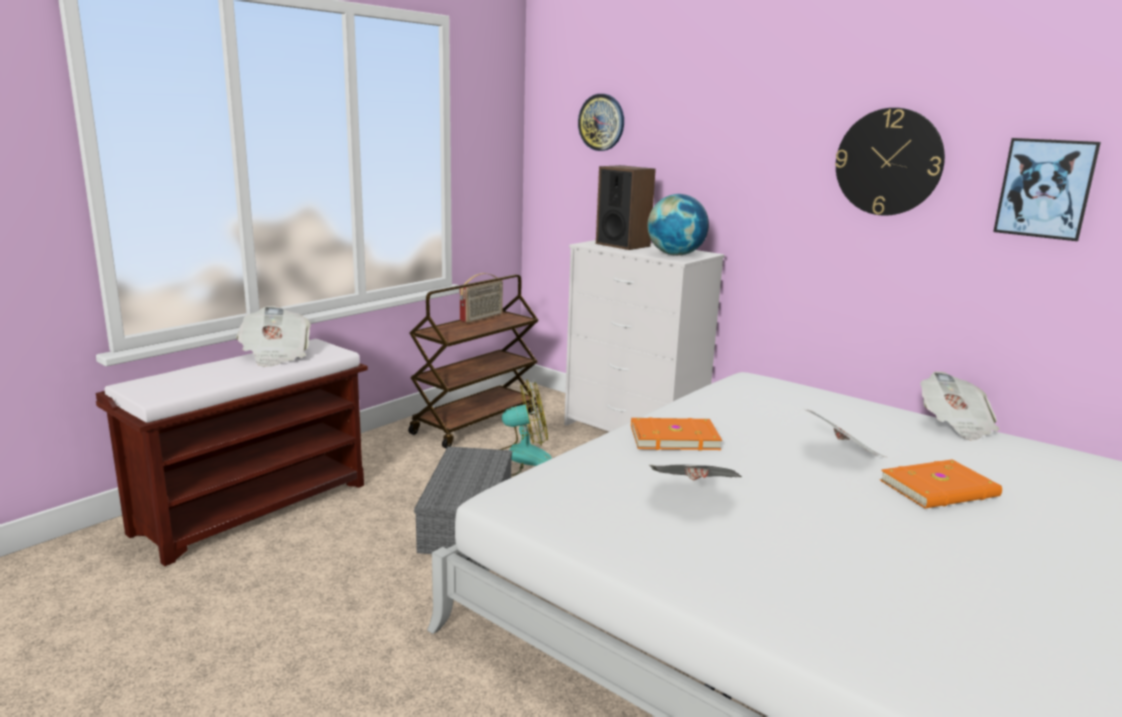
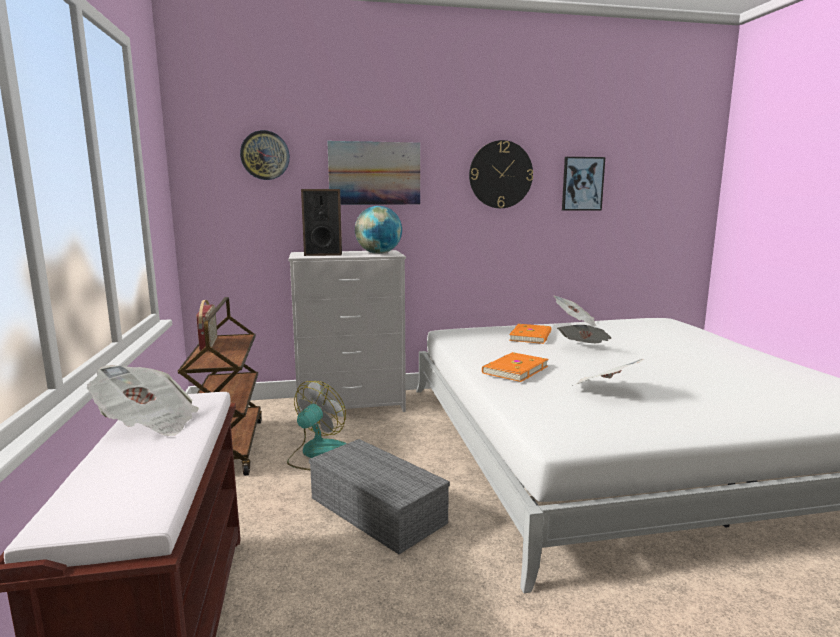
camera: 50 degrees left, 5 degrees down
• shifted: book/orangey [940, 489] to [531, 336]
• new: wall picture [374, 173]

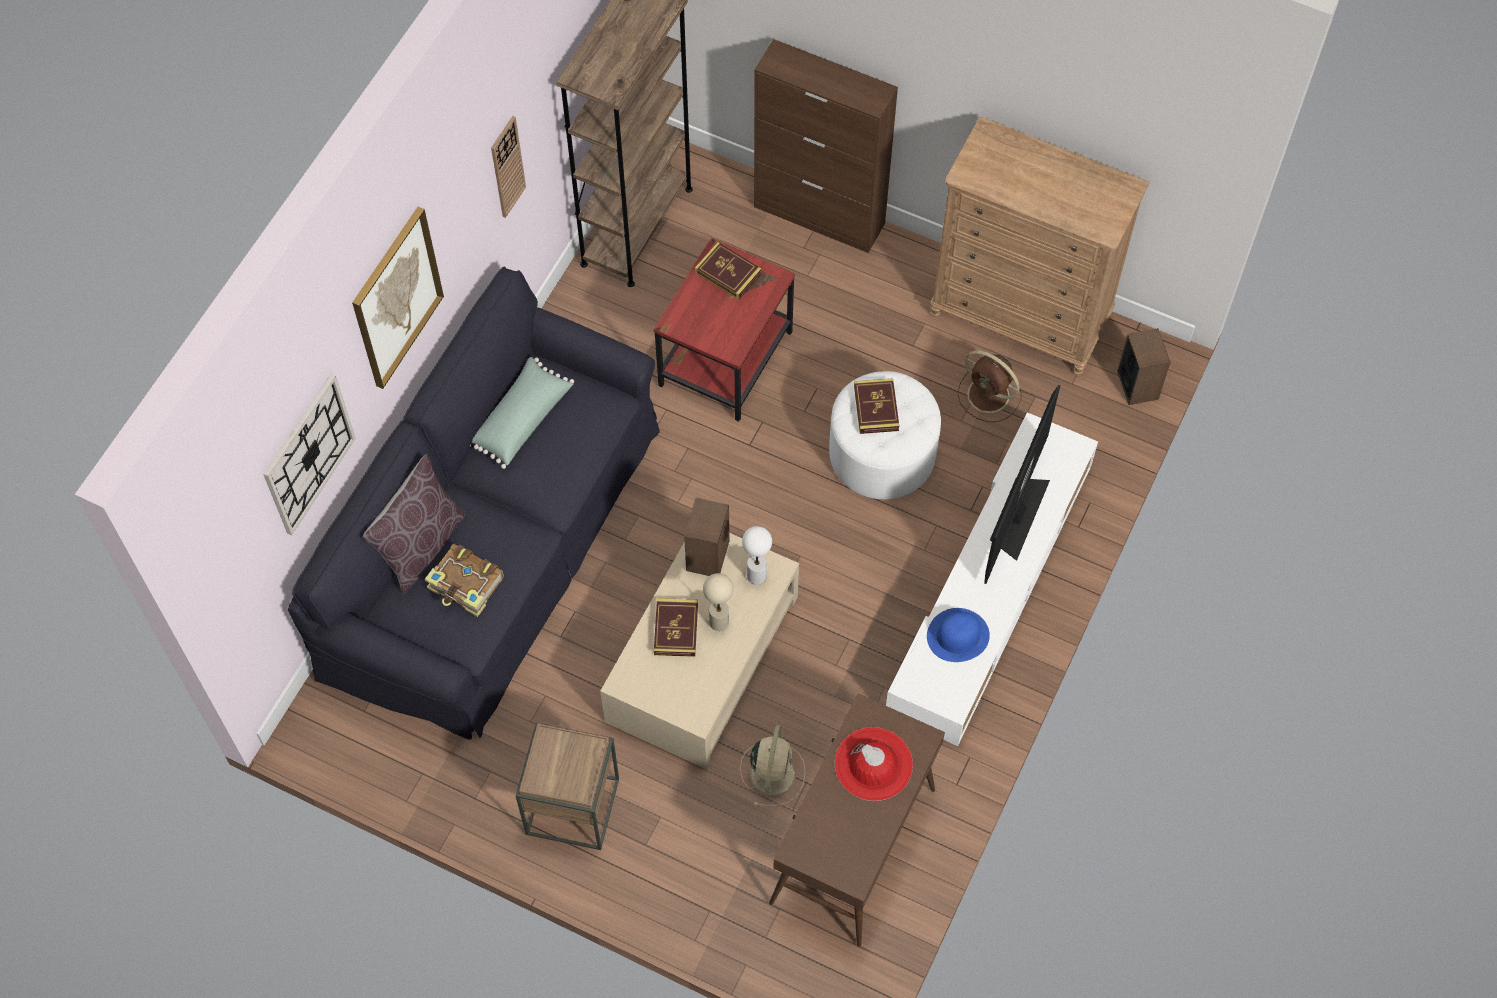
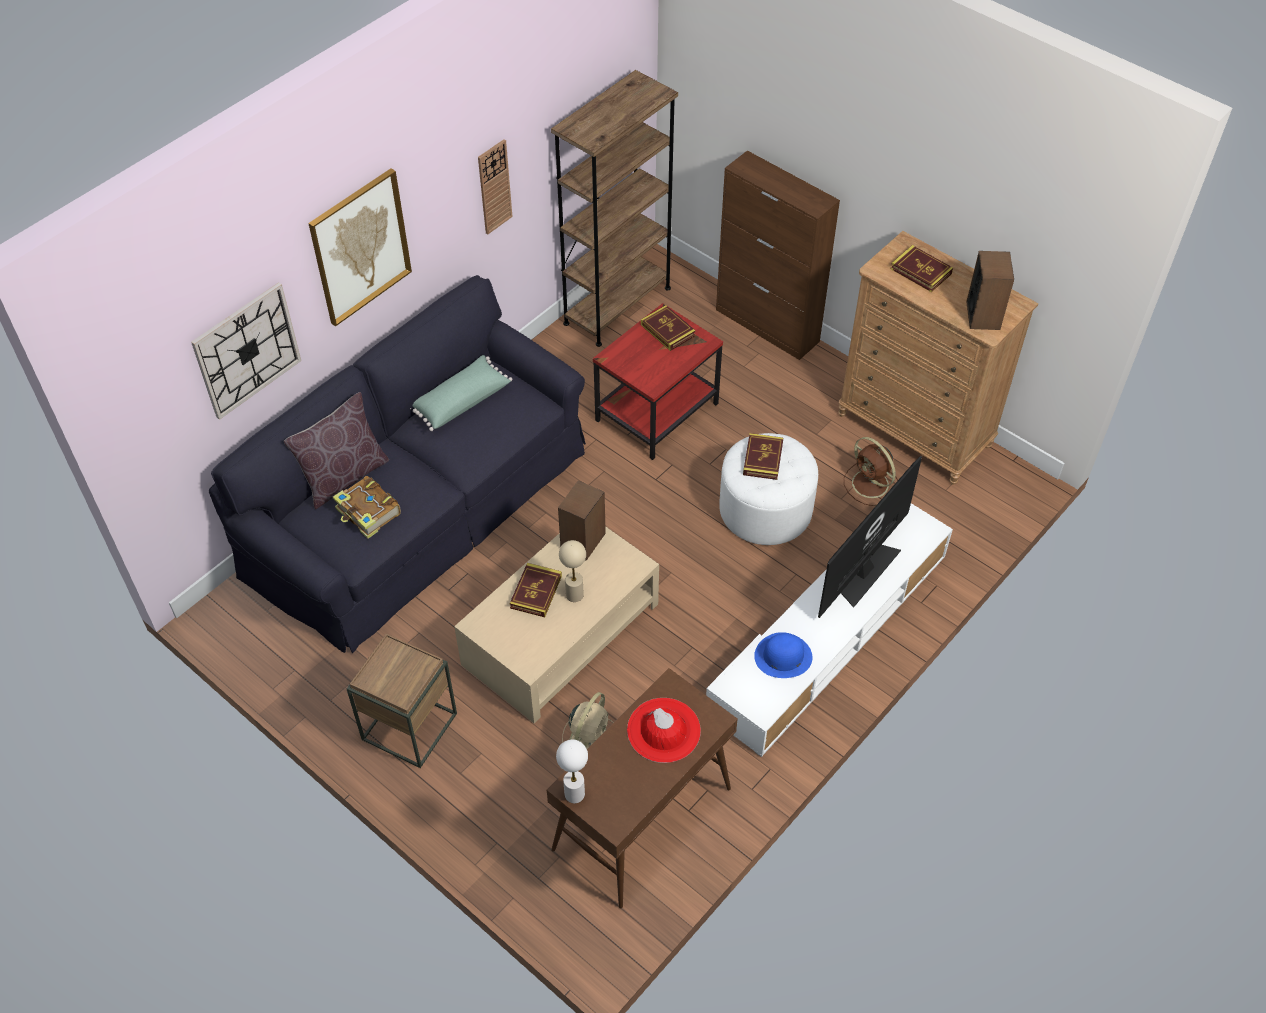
camera: 15 degrees right, 10 degrees down
• shifted: loudspeaker [1138, 385] to [983, 315]
• shifted: tabletop lamp/white [756, 575] to [574, 794]
• new: book [921, 271]

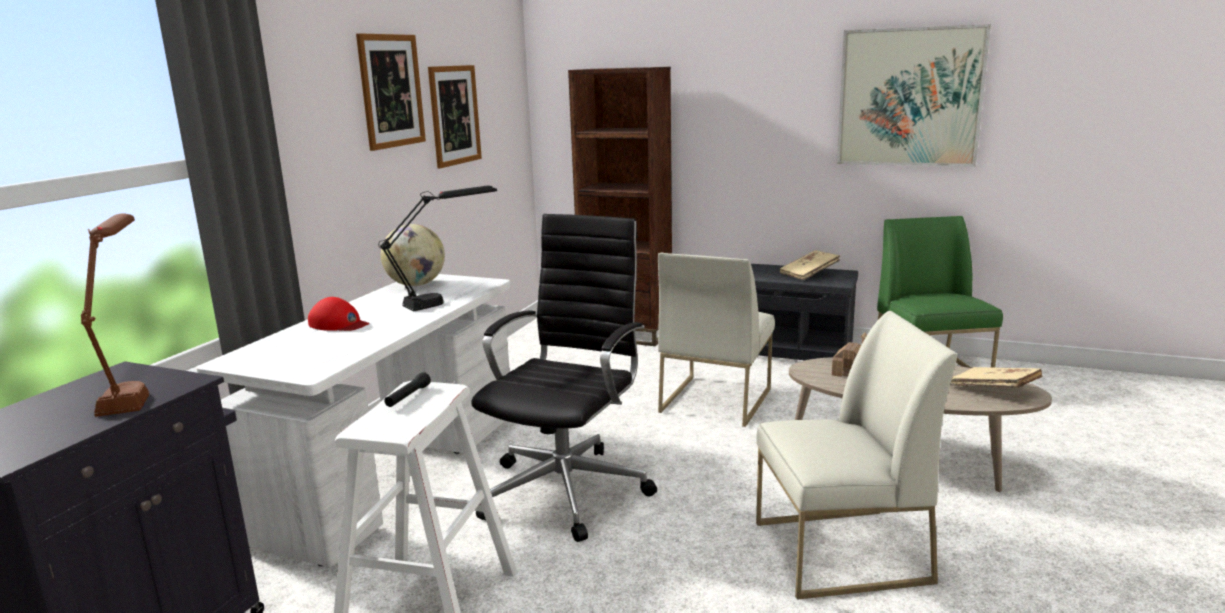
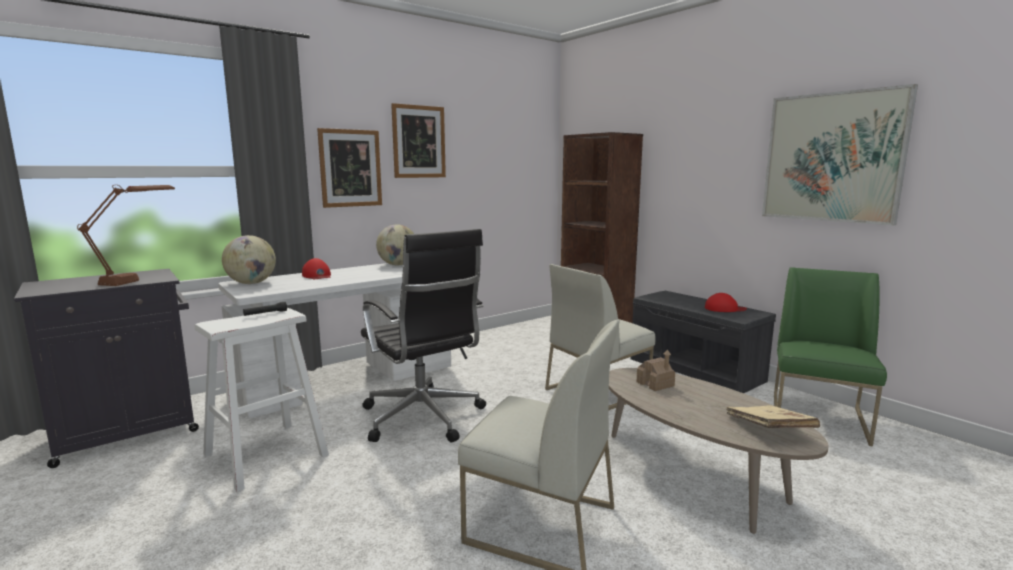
camera: 30 degrees right, 5 degrees down
• shifted: wall picture [454, 115] to [350, 168]
• gone: tabletop lamp/blackish [447, 299]
• rotated: computer chair/blackish [568, 488] = [423, 418] 90 degrees clockwise
• swapped: book/beige-coloured [809, 274] to baseball cap/red-coloured [724, 309]
• new: world globe [252, 283]

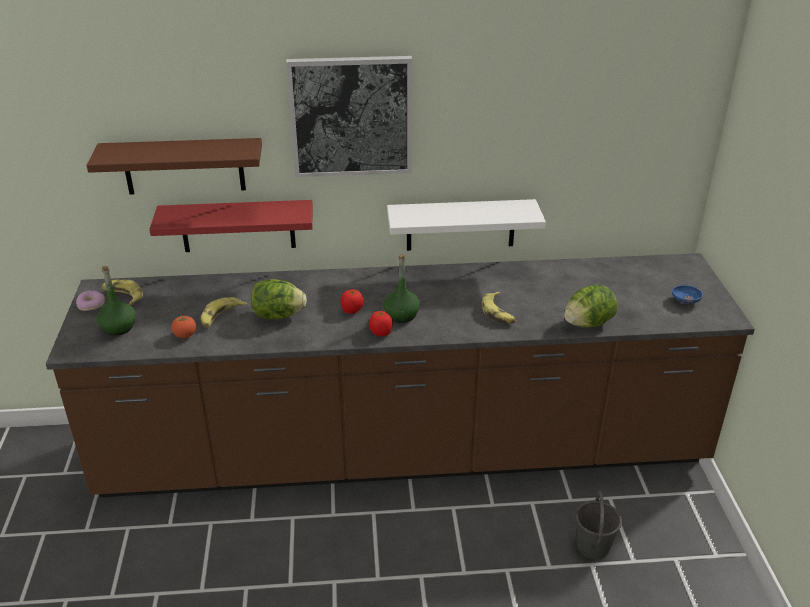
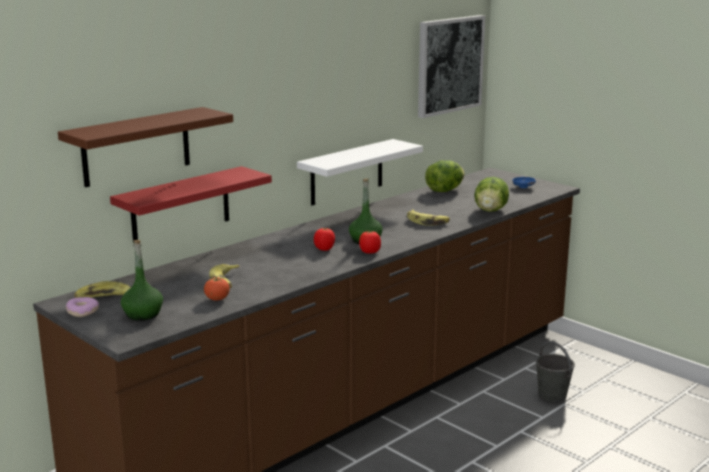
camera: 40 degrees left, 15 degrees down
• shifted: wall picture [351, 116] to [449, 65]
• shifted: lettuce head [278, 315] to [444, 190]

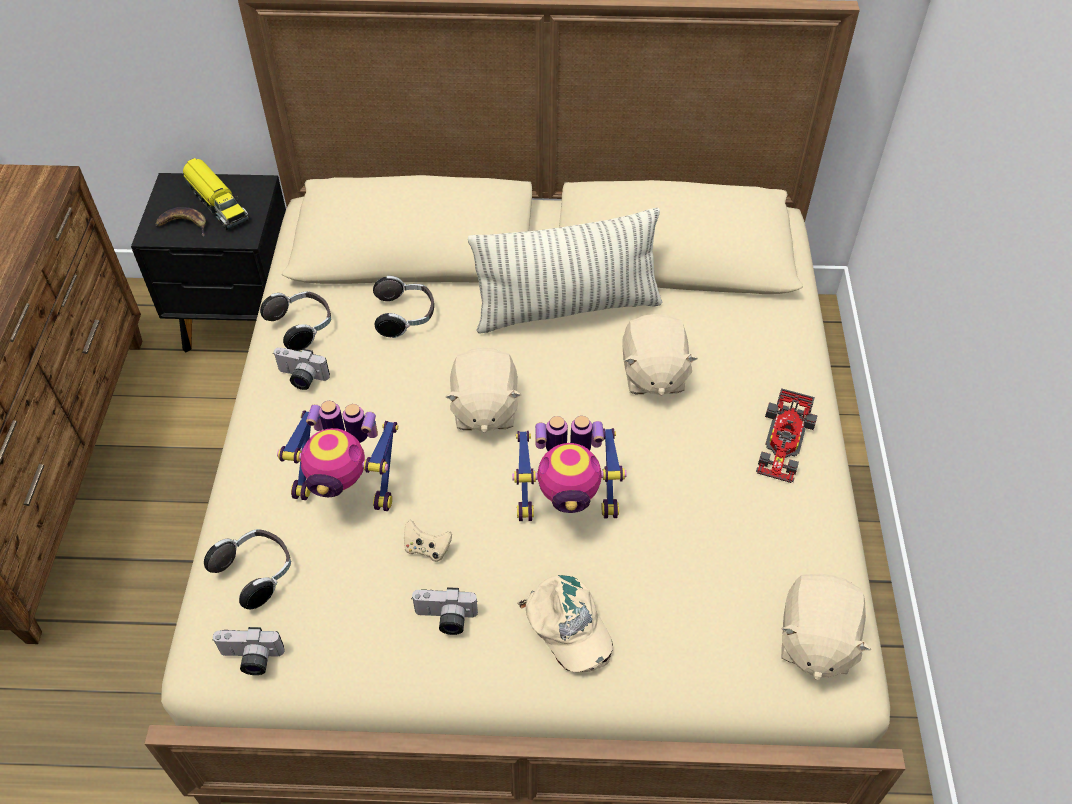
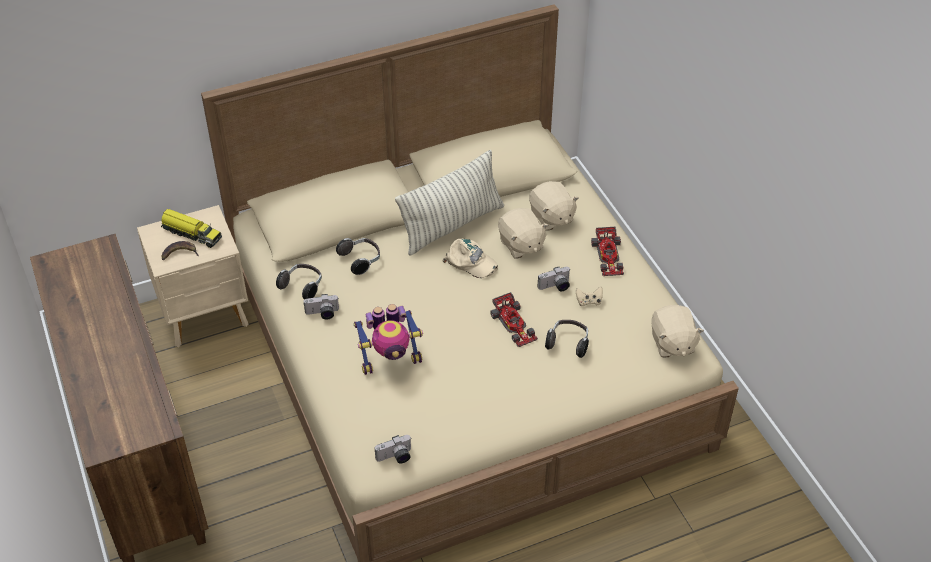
camera: 25 degrees left, 5 degrees down
• repainted: night table/blackish [244, 321] to night table/beige-coloured [205, 315]
• shifted: plush toy/beige-coloured [484, 409] to [551, 217]
• swapped: toy robot [567, 503] to model car [514, 324]
• shifted: joypad/beige-coloured [427, 548] to [589, 301]
• shifted: pair of headphones [256, 573] to [568, 343]
• shifted: baseball cap/beige-coloured [567, 626] to [470, 262]
• shifted: photo camera [445, 619] to [555, 287]

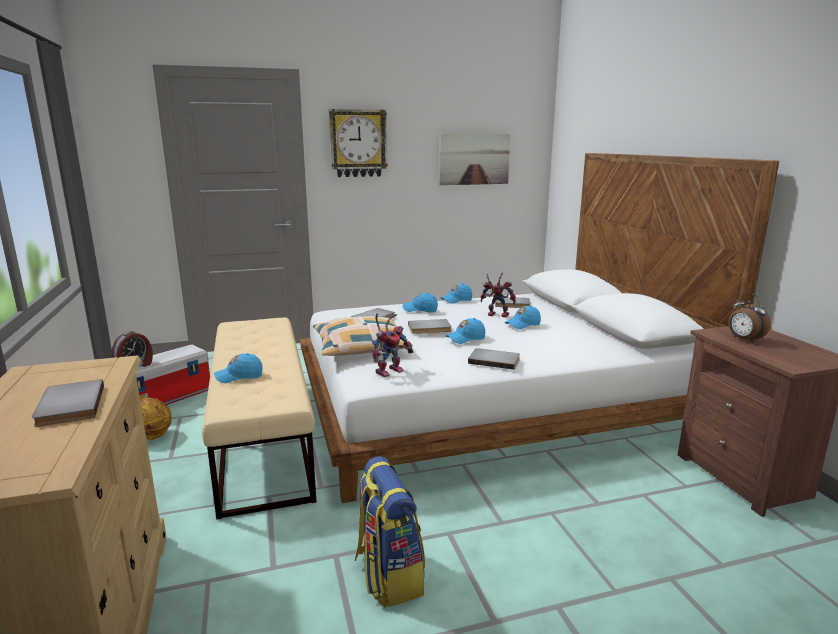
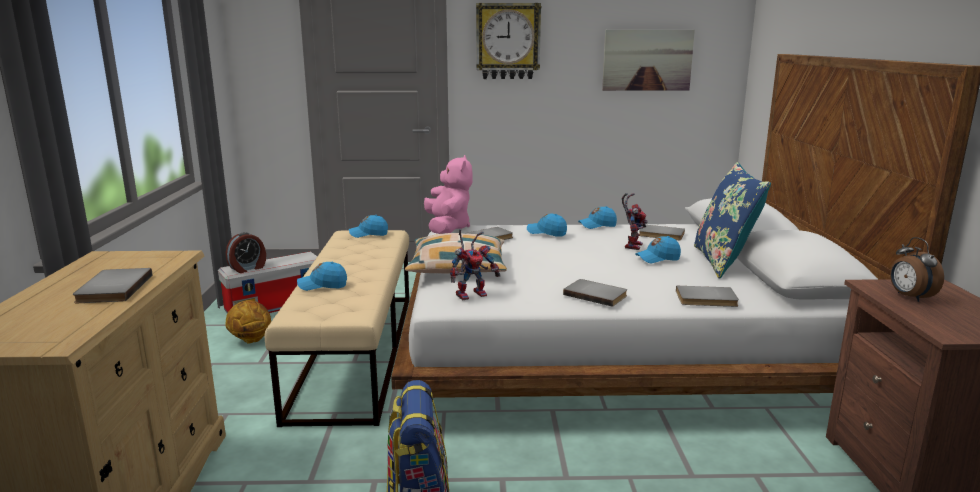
camera: 15 degrees right, 0 degrees up
• rotated: toy robot [496, 315] = [632, 245] 75 degrees clockwise
• shifted: baseball cap/blue [465, 339] to [368, 234]
• shifted: book/greyish [429, 329] to [706, 299]
• new: plush toy/pinkish [447, 228]
• new: throw pillow/blue [723, 262]

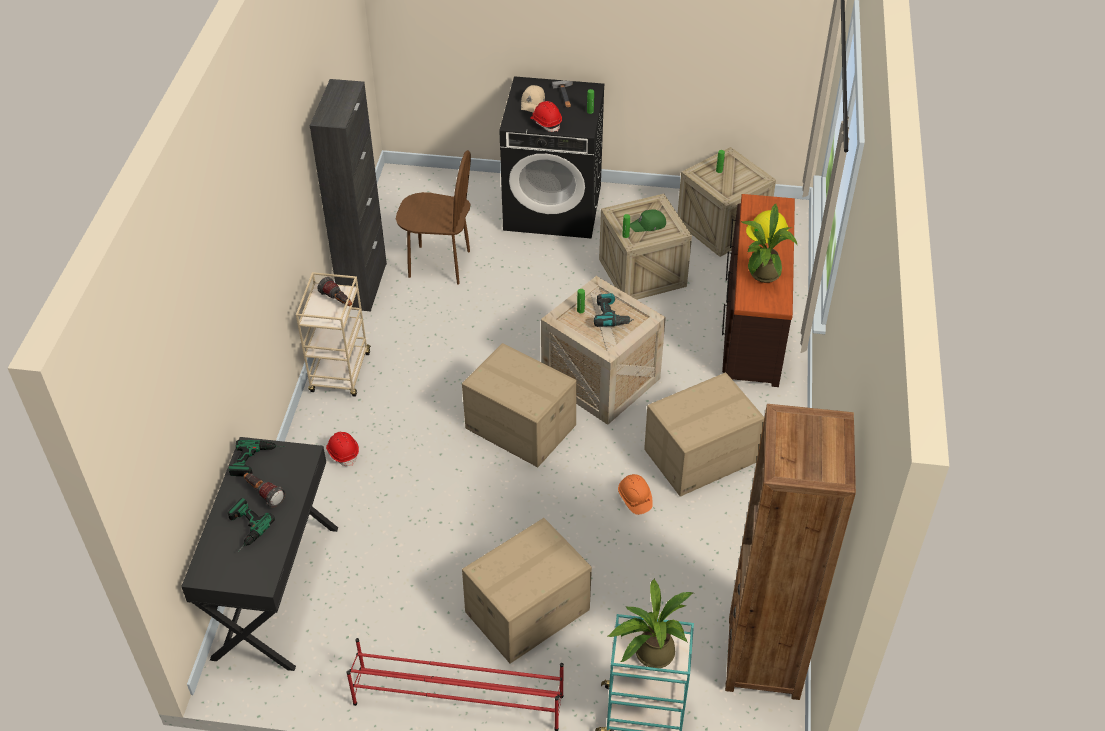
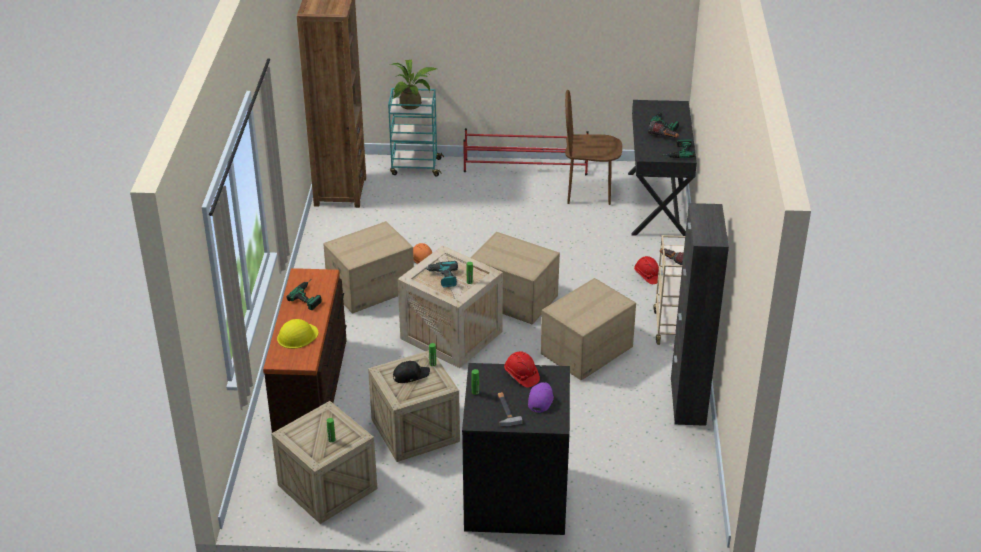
camera: 175 degrees right, 10 degrees down
• repainted: baseball cap/beige-coloured [533, 102] to baseball cap/purple [540, 399]
• shifted: upright chair/brown [439, 264] to [589, 193]
• swapped: houseplant [763, 276] to drill [310, 295]
• repainted: baseball cap/greenish [648, 225] to baseball cap/blackish [410, 375]
• shifted: packing box [527, 610] to [587, 351]

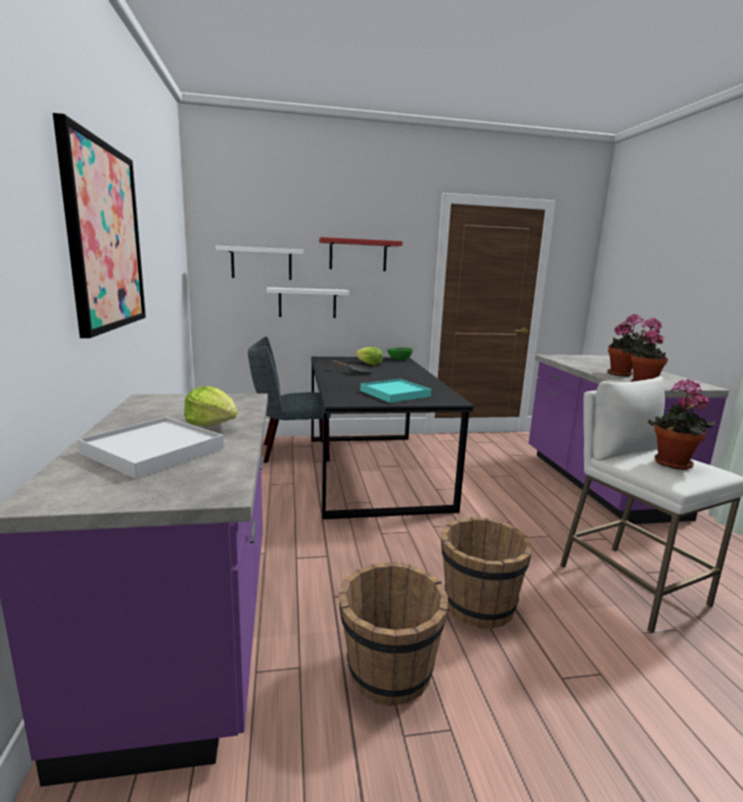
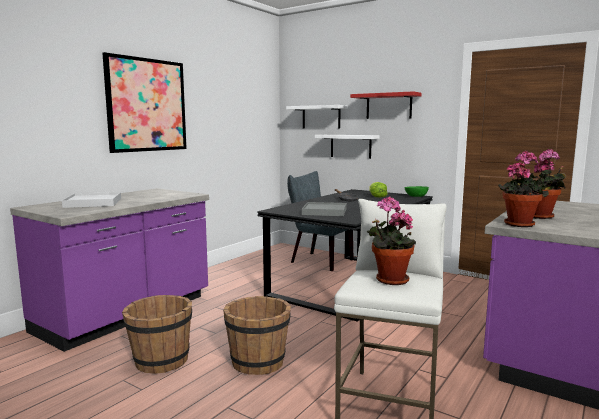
camera: 45 degrees right, 5 degrees down
• repainted: tray/blue-green [394, 393] to tray/greyish [324, 211]
• gone: lettuce head [212, 423]

